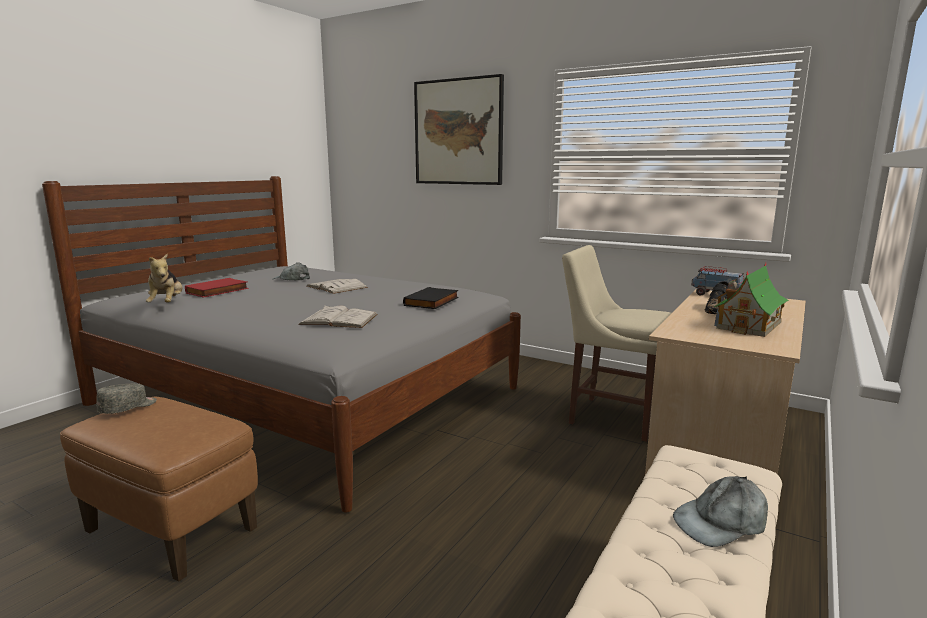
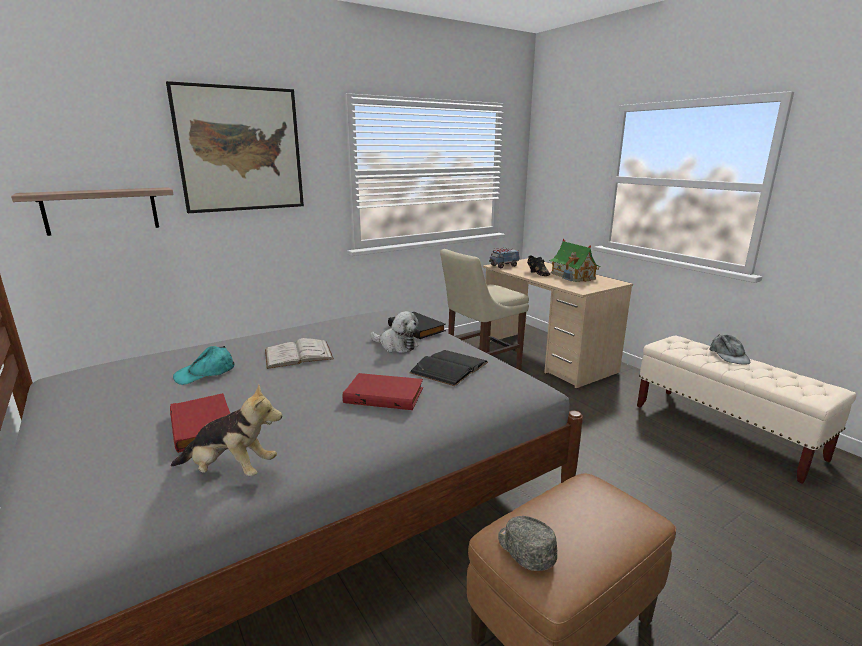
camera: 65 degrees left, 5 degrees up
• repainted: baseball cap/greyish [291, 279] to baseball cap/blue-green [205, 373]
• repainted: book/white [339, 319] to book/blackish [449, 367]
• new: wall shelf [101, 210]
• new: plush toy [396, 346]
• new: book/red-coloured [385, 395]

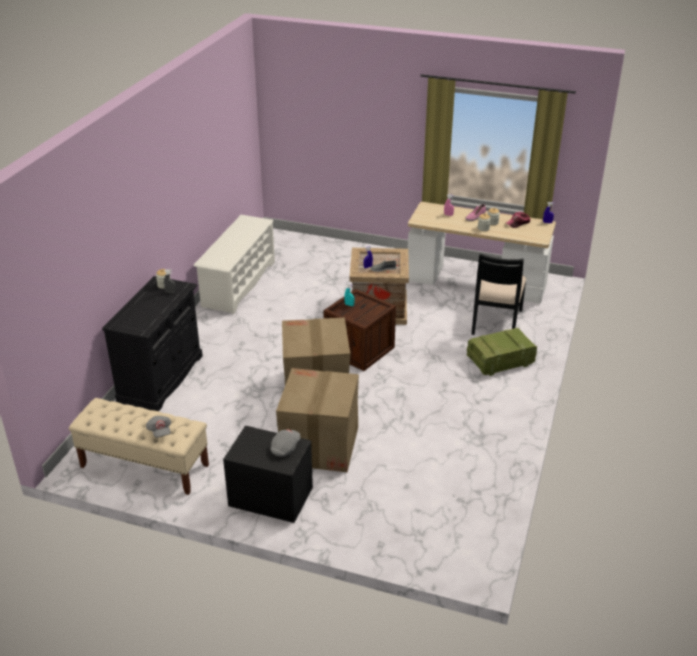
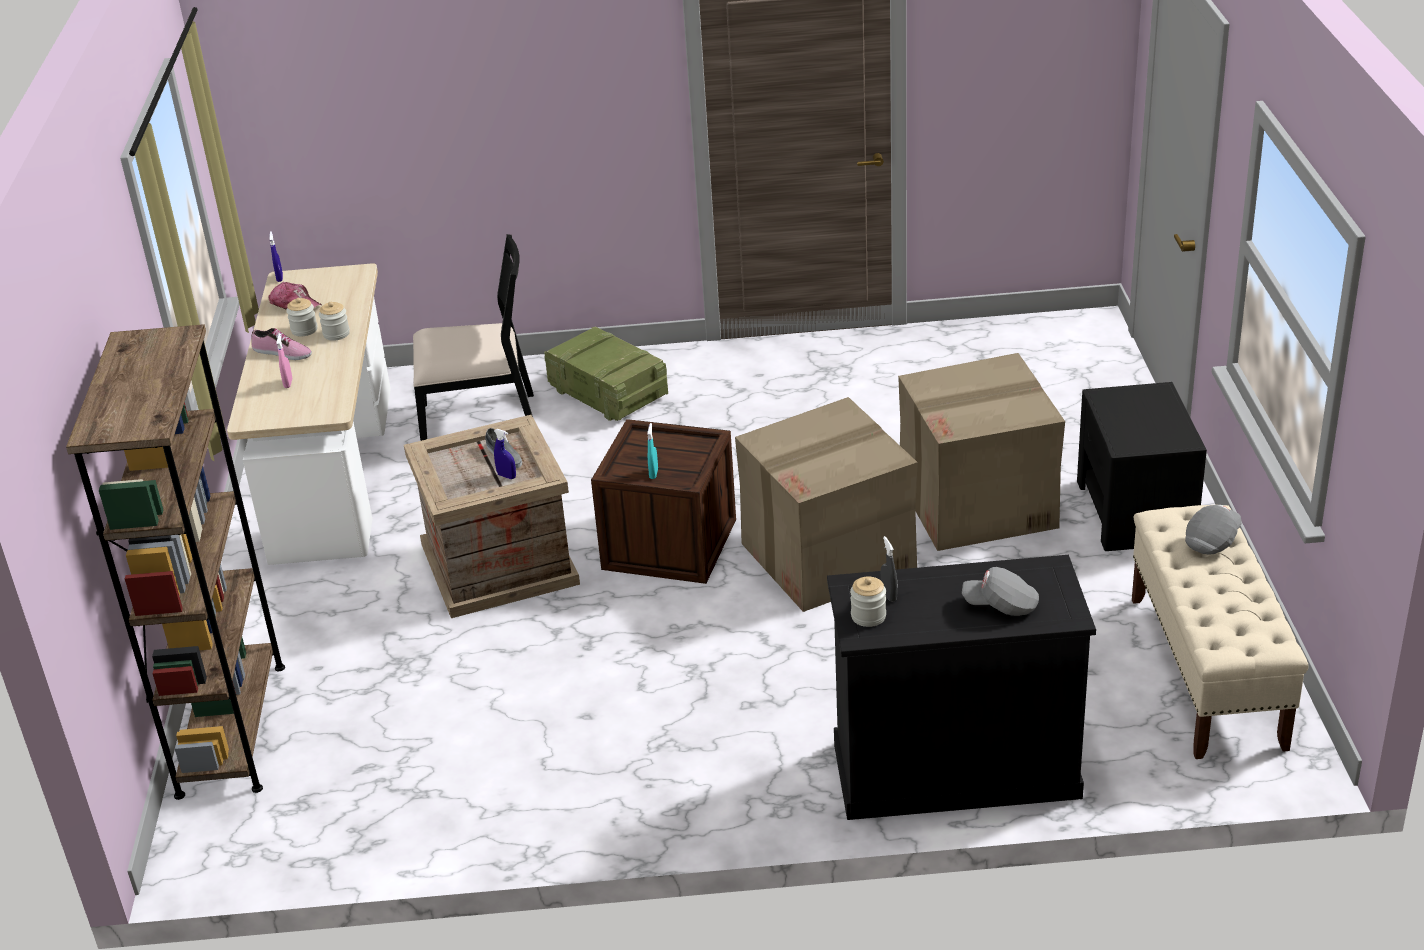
camera: 110 degrees left, 0 degrees up
• gone: shoe shelf/white [238, 284]
• shifted: baseball cap/greyish [285, 448] to [1001, 605]
• new: bookcase/brown [231, 729]

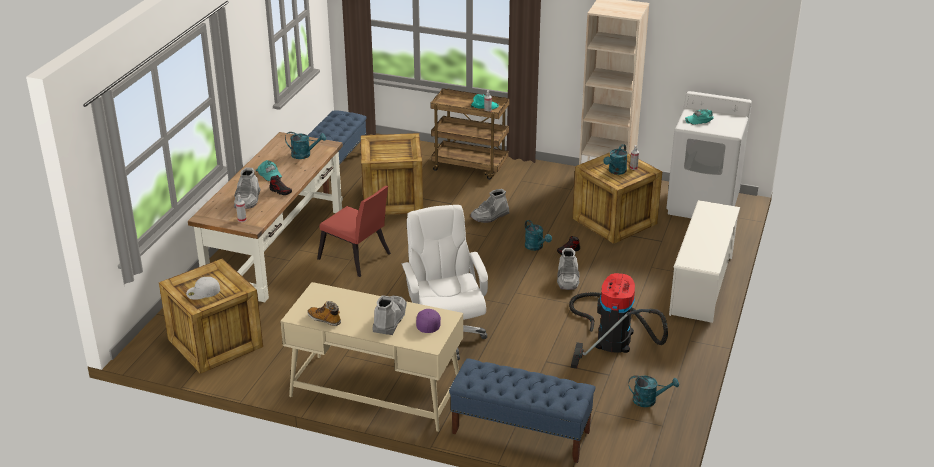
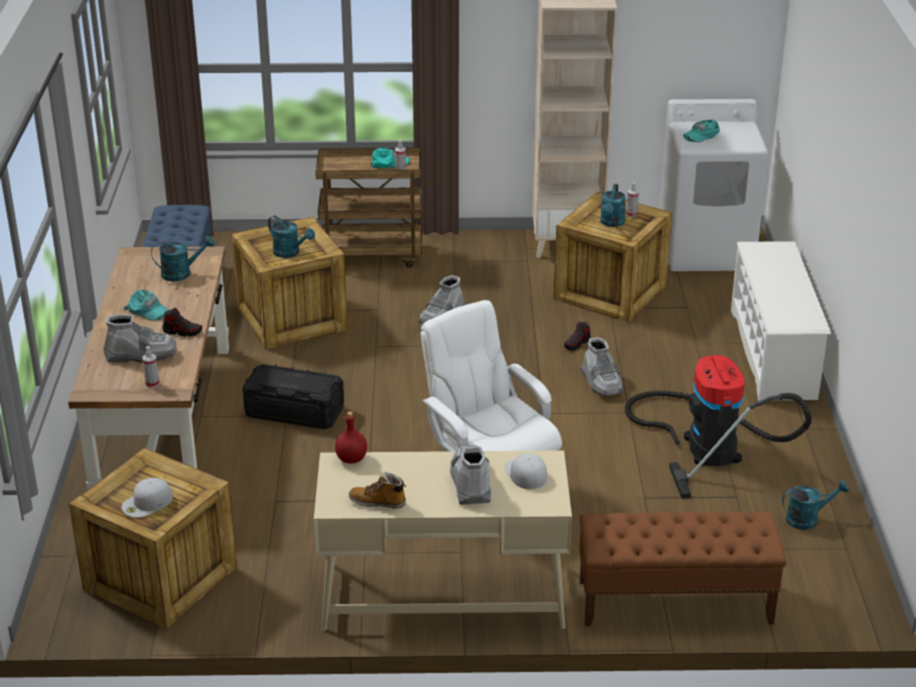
camera: 20 degrees left, 0 degrees up
• rotated: tall boot/greyish [247, 201] = [141, 355] 75 degrees counterclockwise
• swapped: upright chair/red-coloured [357, 259] to storage box/blackish [294, 412]
• shifted: watering pot/blue-green [536, 247] to [290, 253]
• repainted: baseball cap/purple [428, 322] to baseball cap/white [525, 473]
• repainted: long seat/blue [520, 432] to long seat/brown [674, 602]
• new: beverage bottle/red-coloured [352, 459]

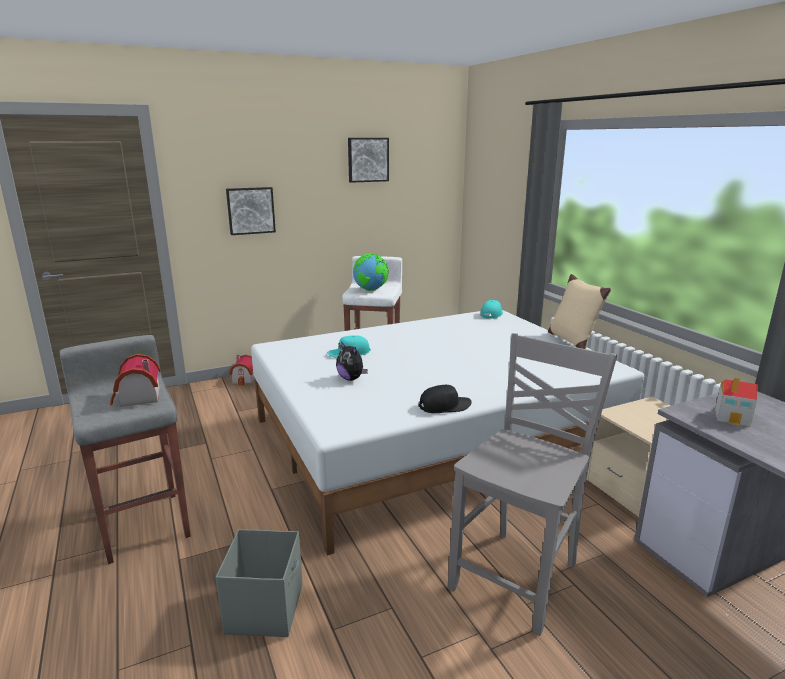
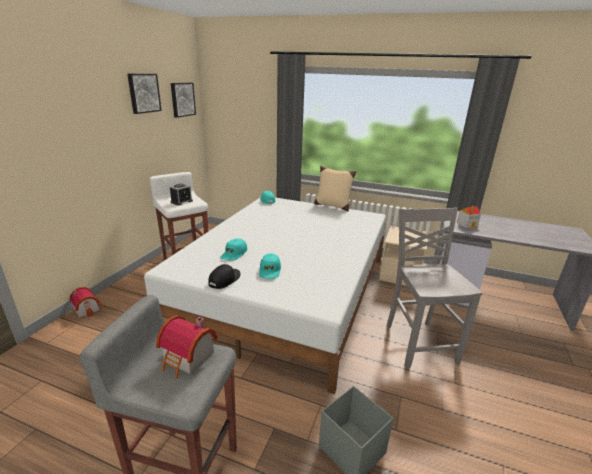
camera: 45 degrees left, 5 degrees up
• shifted: wall picture [250, 210] to [182, 99]
• swapped: world globe [371, 290] to table clock [181, 201]
• swapped: plush toy [351, 379] to baseball cap/blue-green [270, 270]
• shifted: baseball cap/blackish [444, 406] to [224, 280]

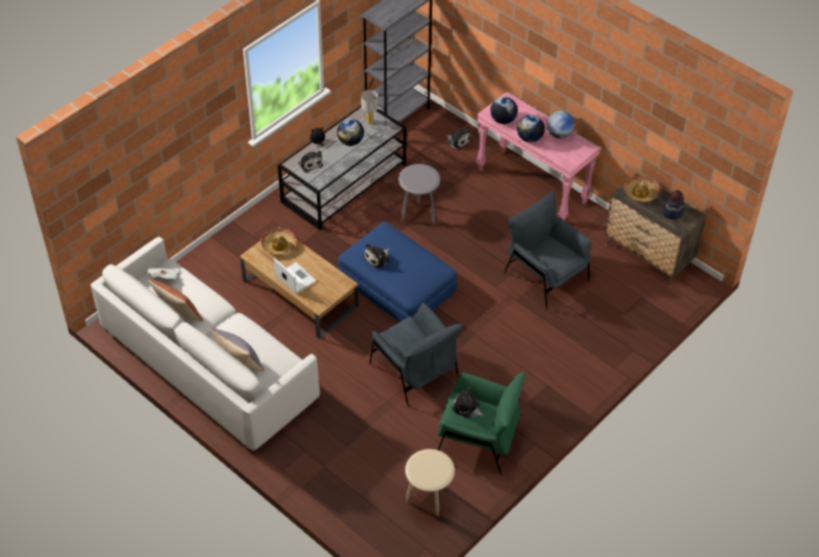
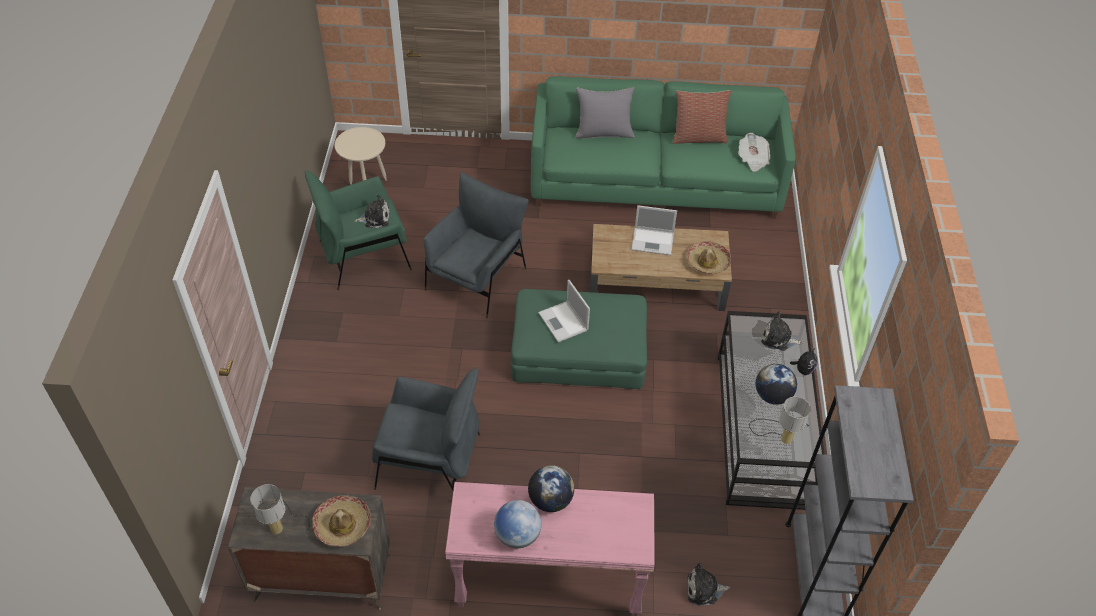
camera: 140 degrees right, 0 degrees up
• gone: world globe [503, 120]
• gone: side table/greyish [418, 214]
• swapped: clothing hat [672, 212] to tabletop lamp [279, 521]
• repainted: footrest/blue [397, 283] to footrest/greenish [578, 350]
• repainted: settee/white [208, 365] to settee/greenish [655, 181]
• gone: plush toy [377, 258]
• rotated: easy chair/greyish [414, 371] = [476, 278] 105 degrees clockwise
• new: portable computer [563, 322]

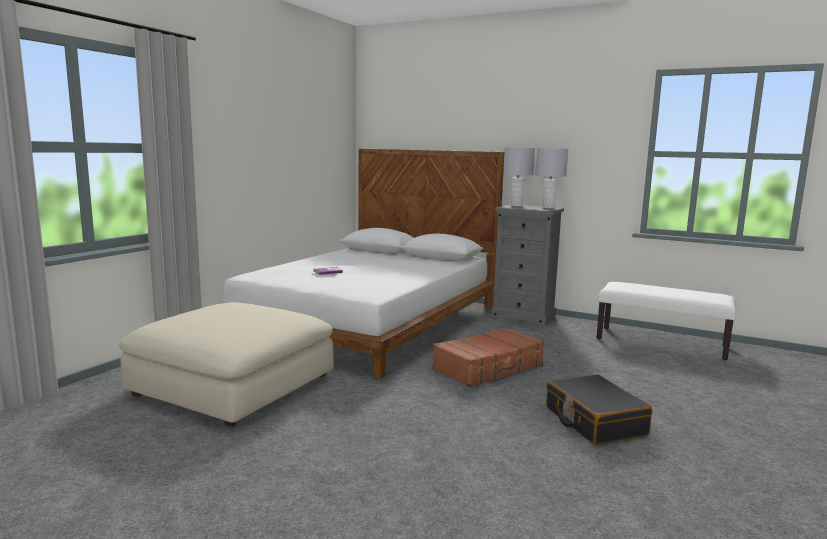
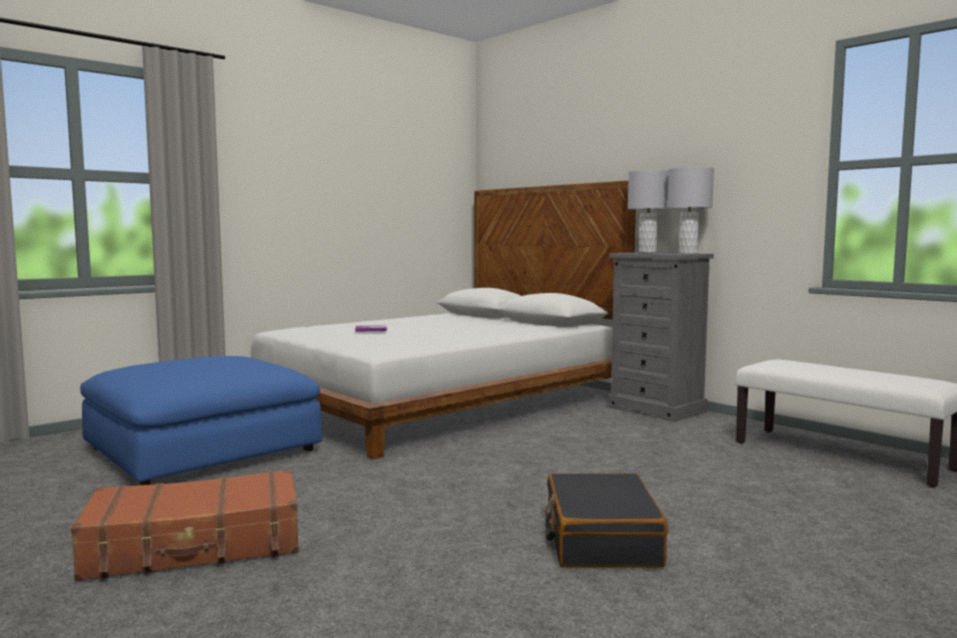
camera: 20 degrees right, 5 degrees down
• repainted: footrest/beige-coloured [233, 385] to footrest/blue [203, 449]
• shifted: travel case/brown [489, 368] to [196, 546]

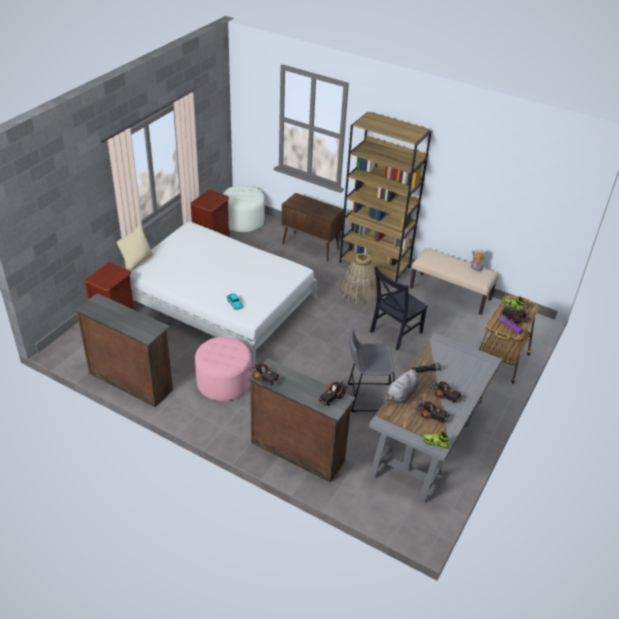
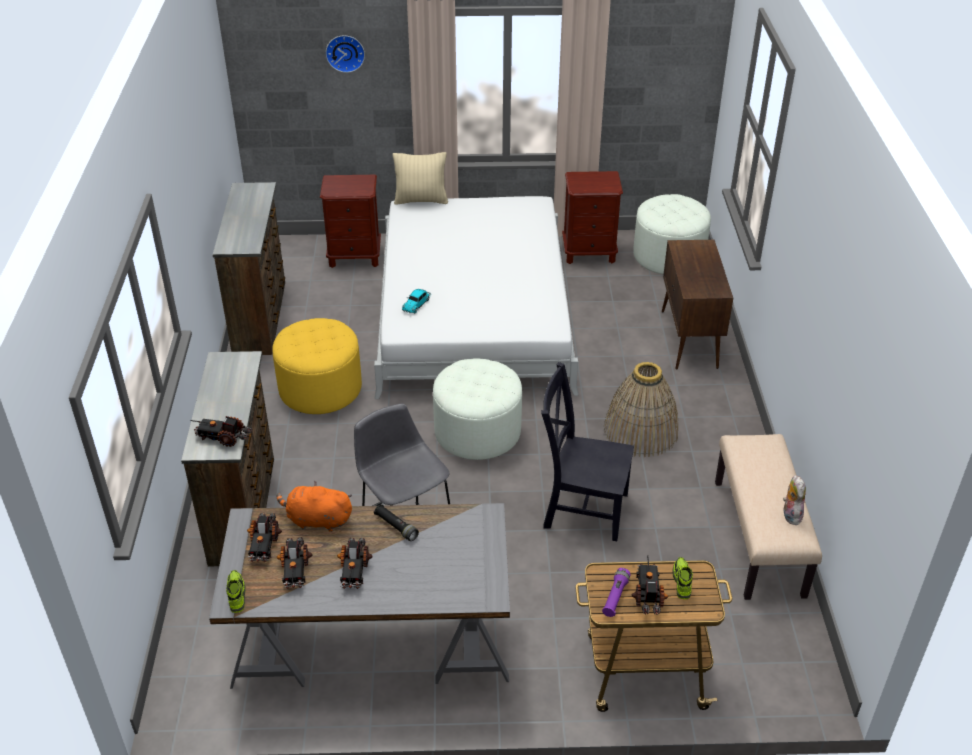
camera: 60 degrees right, 0 degrees up
• gone: bookcase/brown [375, 265]
• repainted: footrest/pinkish [224, 382] to footrest/yellowish [320, 388]
• shifted: toy lorry [265, 378] to [263, 544]
• repainted: plush toy/greyish [401, 395] to plush toy/orangey [317, 520]
• new: hanging clock [345, 52]
• new: footrest/white [477, 431]

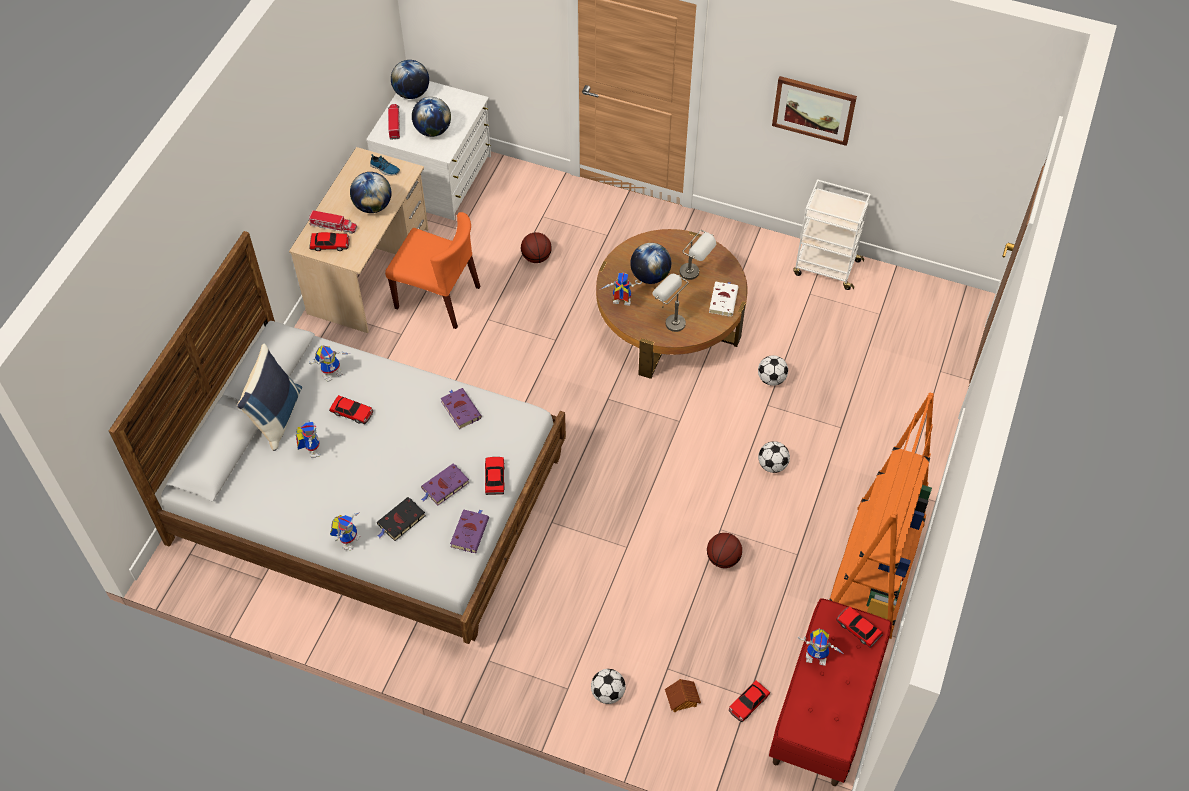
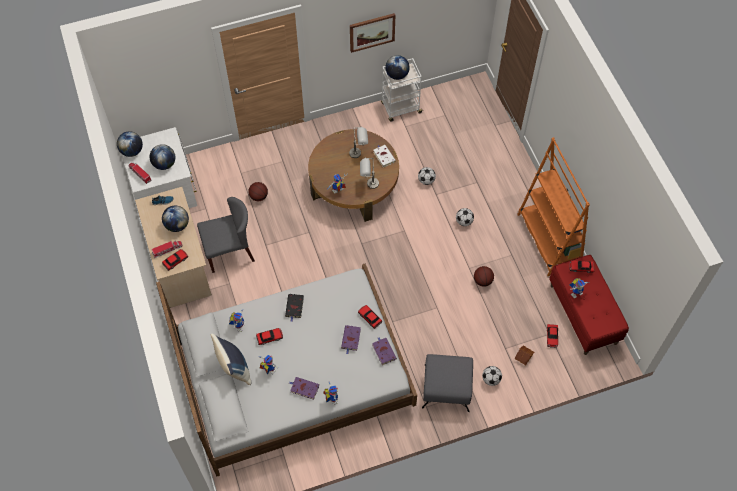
camera: 40 degrees left, 5 degrees up
• repainted: upright chair/orangey [438, 297] to upright chair/greyish [229, 251]
• shifted: world globe [650, 276] to [397, 75]
• shifted: book/purple [460, 409] to [304, 388]
• shifted: book/blackish [400, 521] to [294, 307]
• new: footrest/greyish [446, 387]

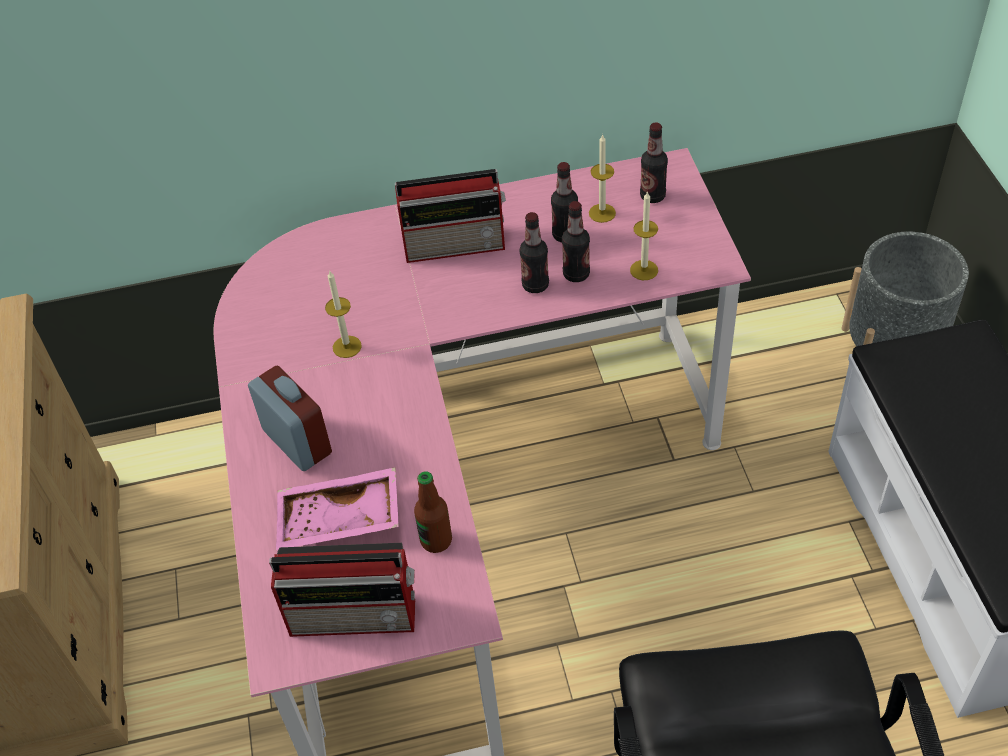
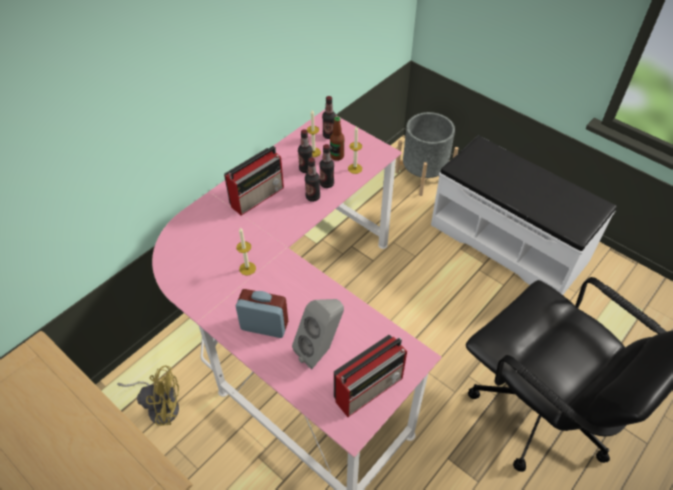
camera: 40 degrees left, 0 degrees up
• swapped: tray/pinkish [339, 521] to loudspeaker/greyish [321, 350]
• shifted: beverage bottle [436, 540] to [337, 156]
• new: fan/yellowish [160, 406]

